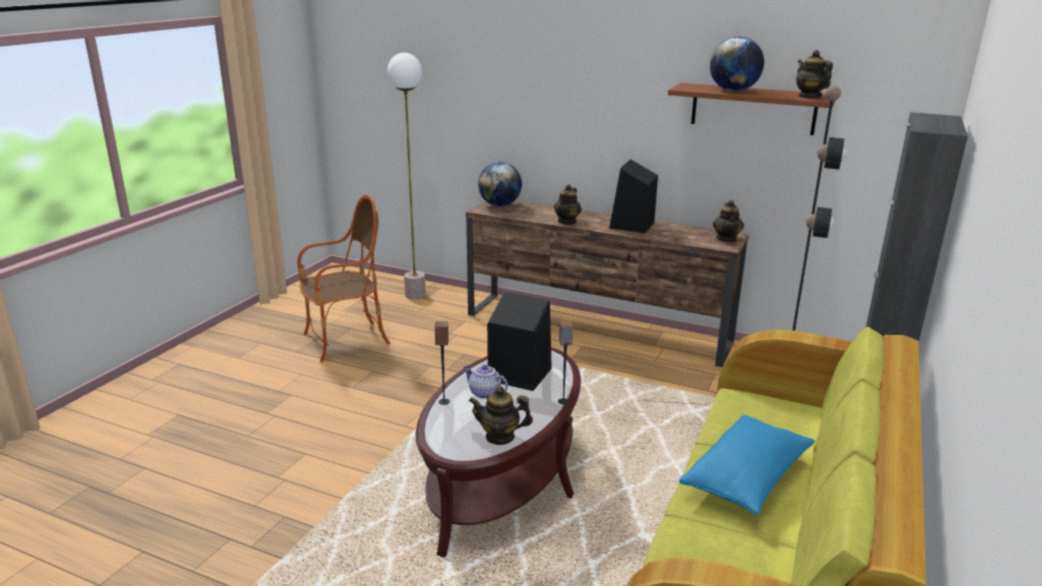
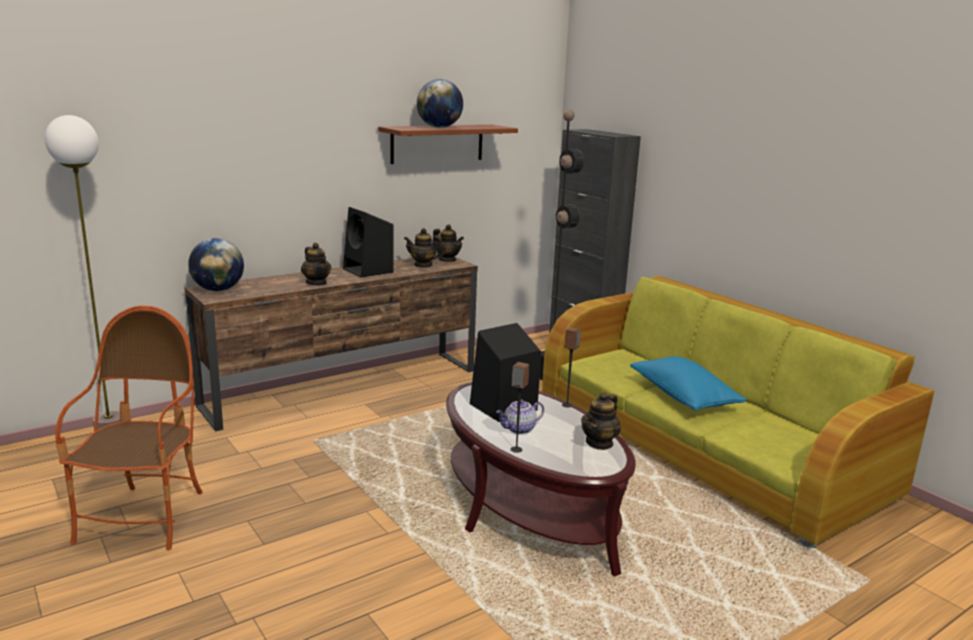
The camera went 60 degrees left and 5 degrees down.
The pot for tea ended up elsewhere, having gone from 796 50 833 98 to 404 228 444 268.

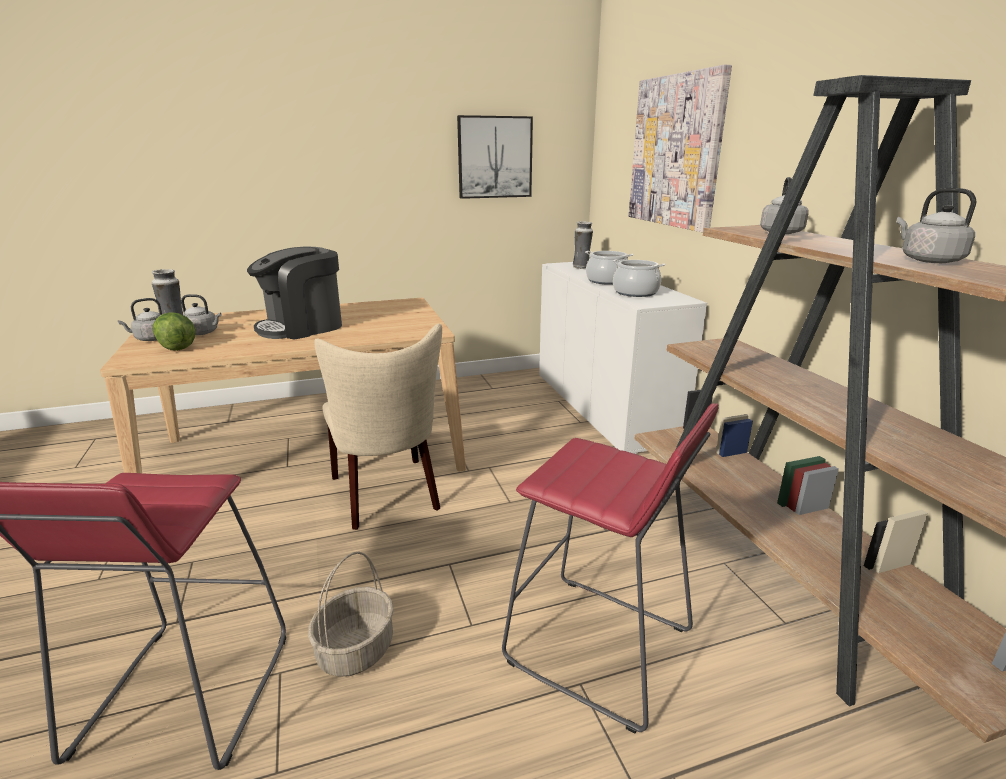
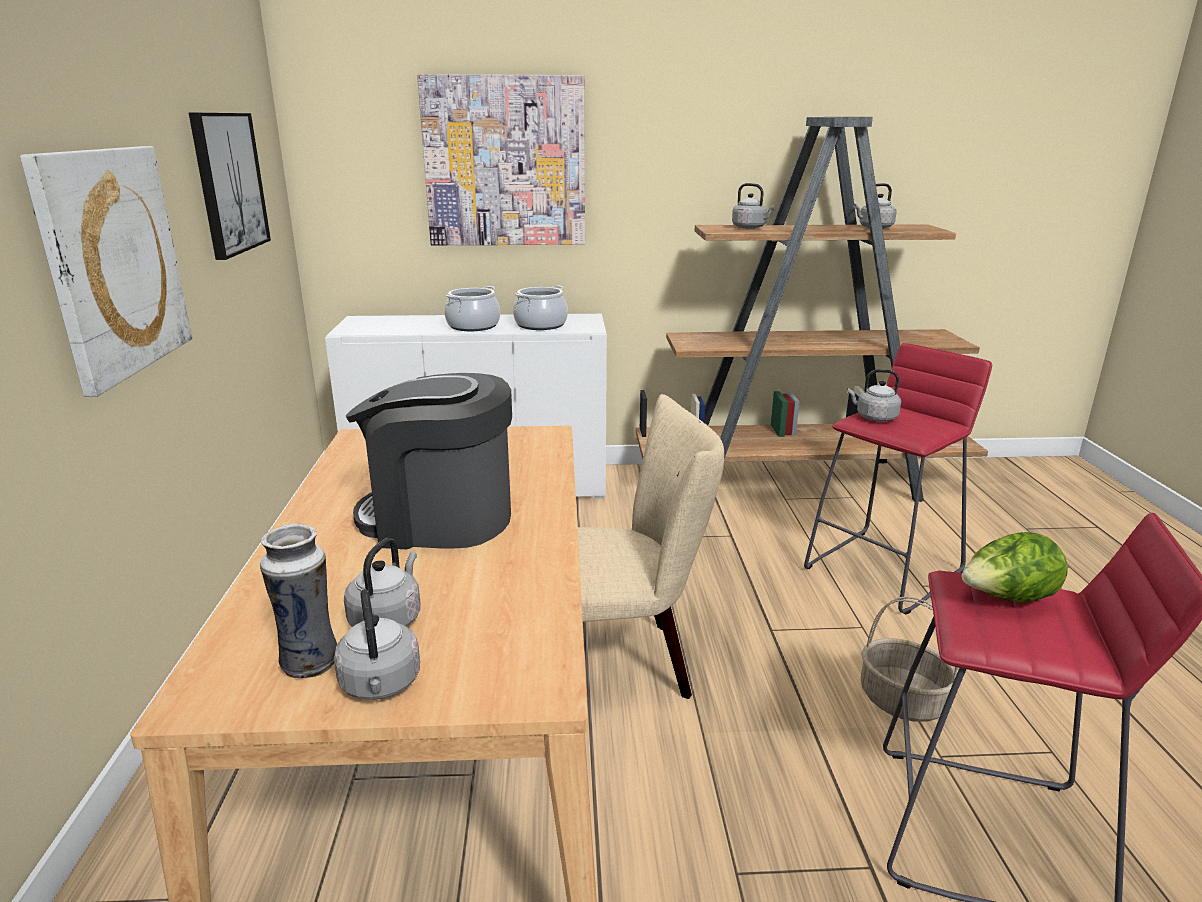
The camera went 75 degrees left and 0 degrees up.
The second view gained the wall art at 20 146 192 397.
The coffee machine at 247 247 342 340 ended up facing another way, 120 degrees clockwise from before.
The second view gained the gray tea kettle at 847 369 901 422.
The head of lettuce ended up elsewhere, having gone from 153 312 195 351 to 962 532 1068 603.
The second view lost the vase at 573 221 593 269.

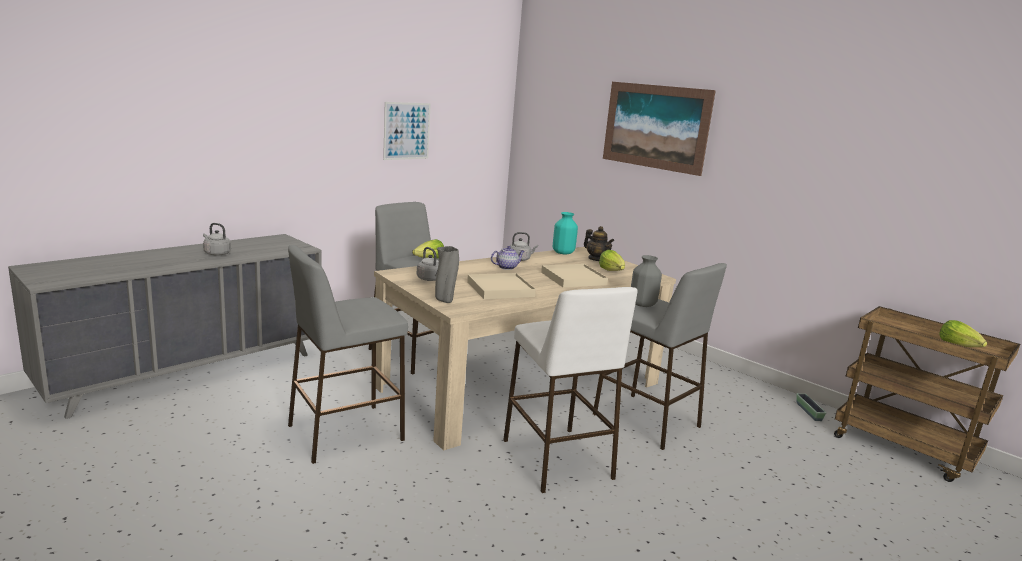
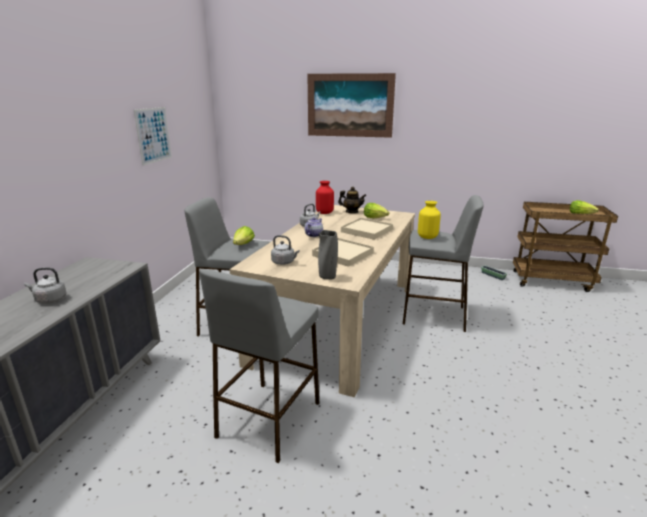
The camera went 30 degrees left and 5 degrees up.
What was the turquoise-coloured vase at 553 212 578 254 turned into the reddish vase at 316 181 334 214.
What was the gray vase at 631 255 662 307 turned into the yellowish vase at 418 201 441 239.
The second view lost the white stool at 503 287 638 493.

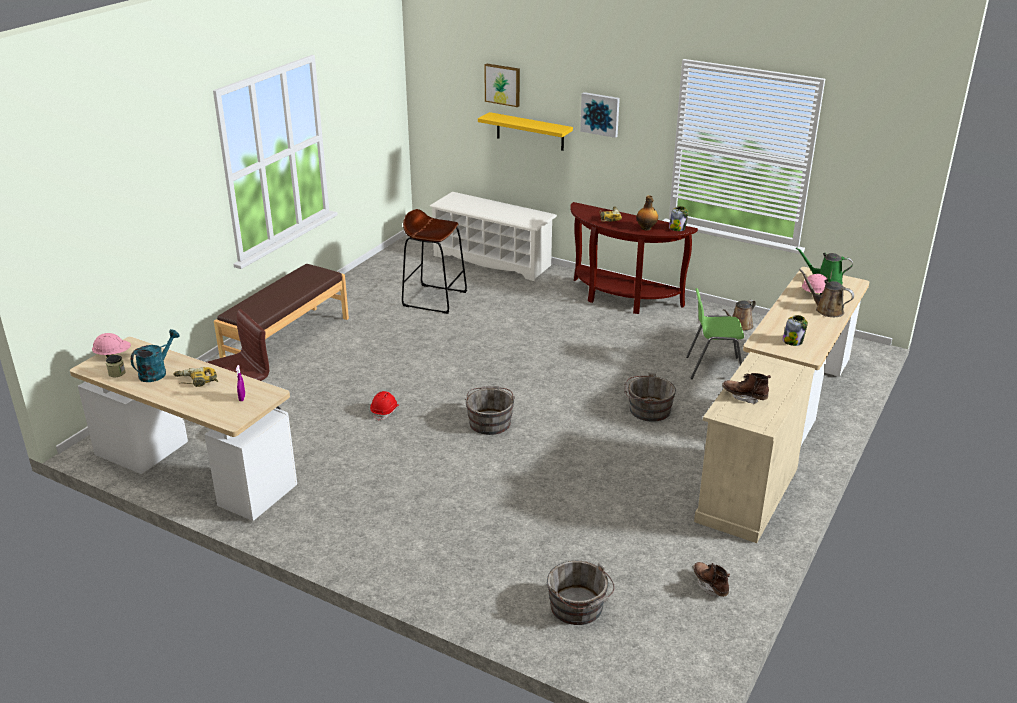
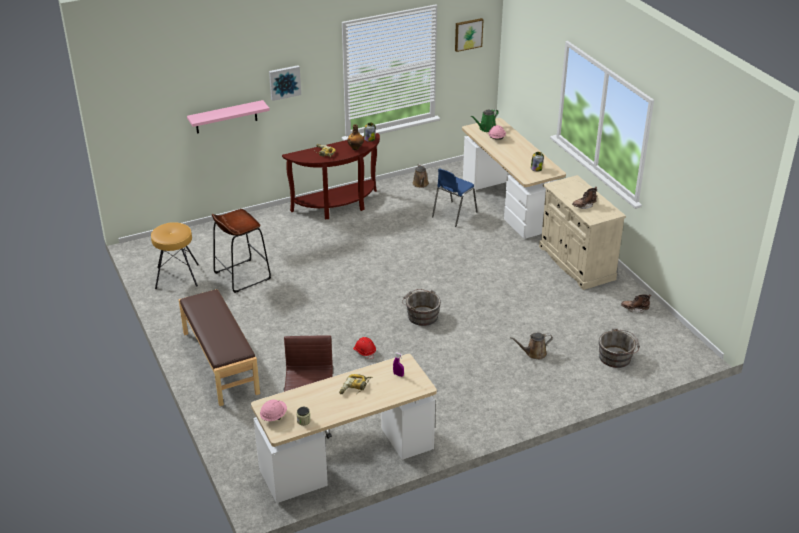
The camera went 55 degrees left and 5 degrees up.
The second view gained the brown-coloured stool at 151 222 199 289.
What was the yellowish bracket shelf at 478 112 573 151 turned into the pink-coloured bracket shelf at 187 100 270 134.
What was the green plain chair at 686 288 744 379 turned into the blue-coloured plain chair at 432 168 478 227.
The wall art ended up elsewhere, having gone from 484 64 520 107 to 455 18 484 52.
The brown-coloured watering can ended up elsewhere, having gone from 799 269 854 317 to 510 333 553 359.
The second view lost the turquoise-coloured watering can at 131 329 180 382.
The second view lost the white shoe shelf at 430 192 557 281.
The second view lost the gray water bucket at 624 373 676 422.

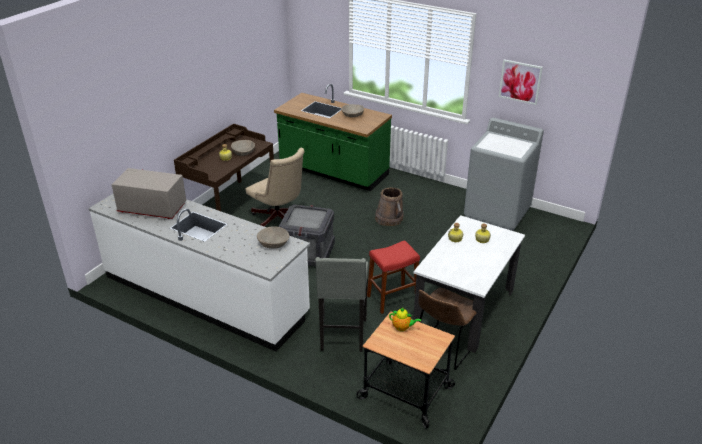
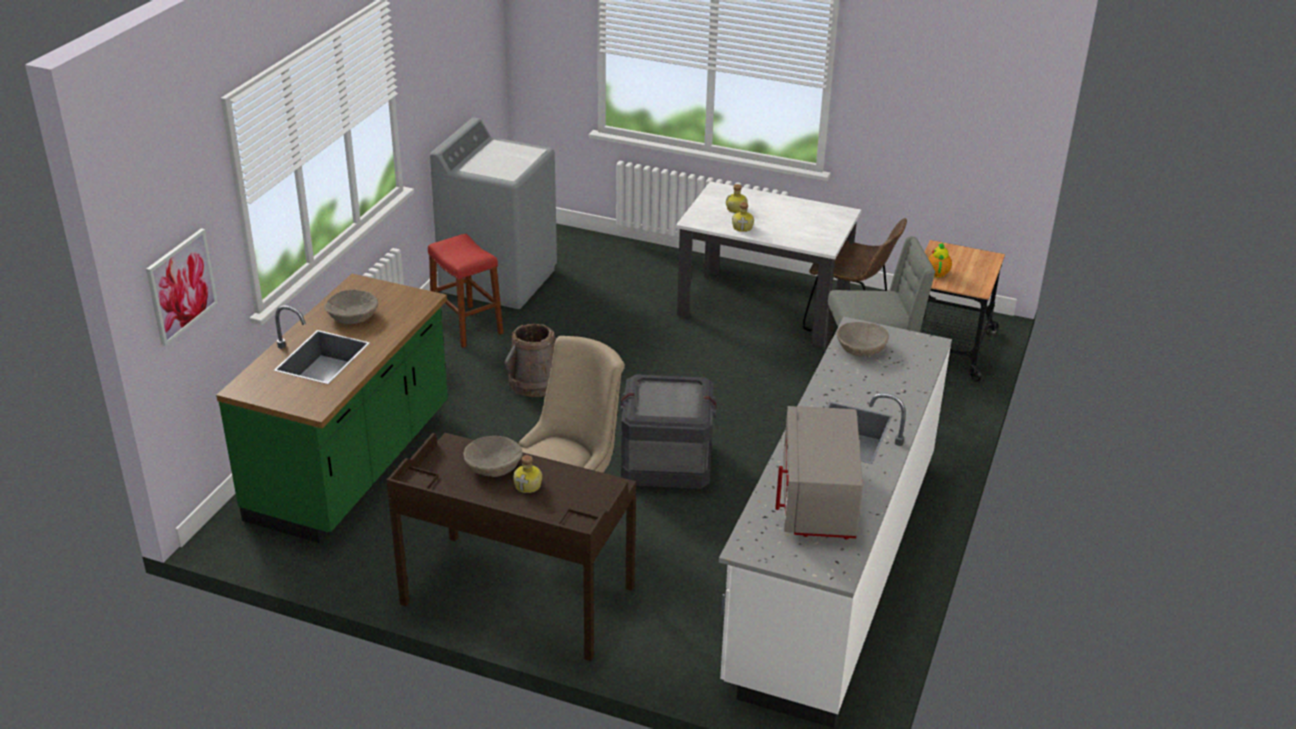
The camera went 100 degrees left and 0 degrees up.
The wall art ended up elsewhere, having gone from 499 59 543 105 to 146 228 218 346.
The reddish stool ended up elsewhere, having gone from 367 240 420 314 to 428 234 504 348.

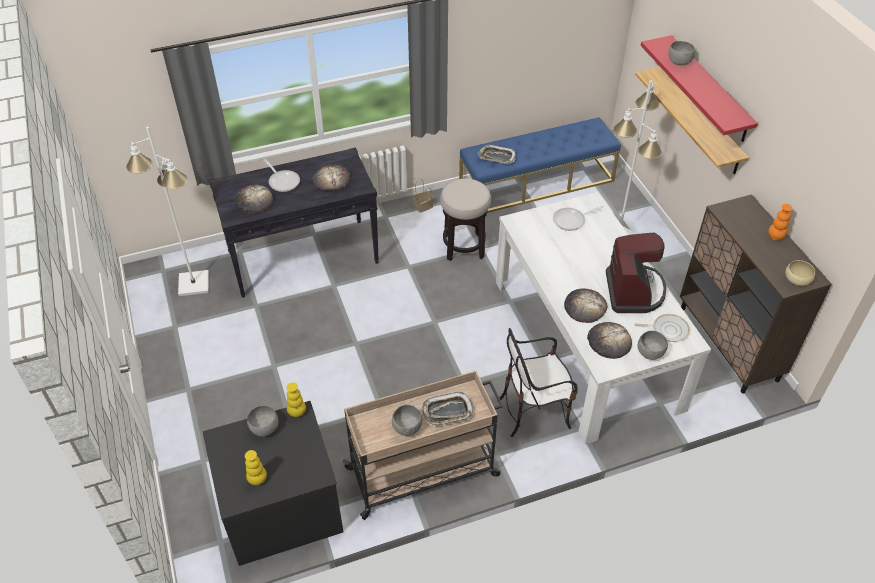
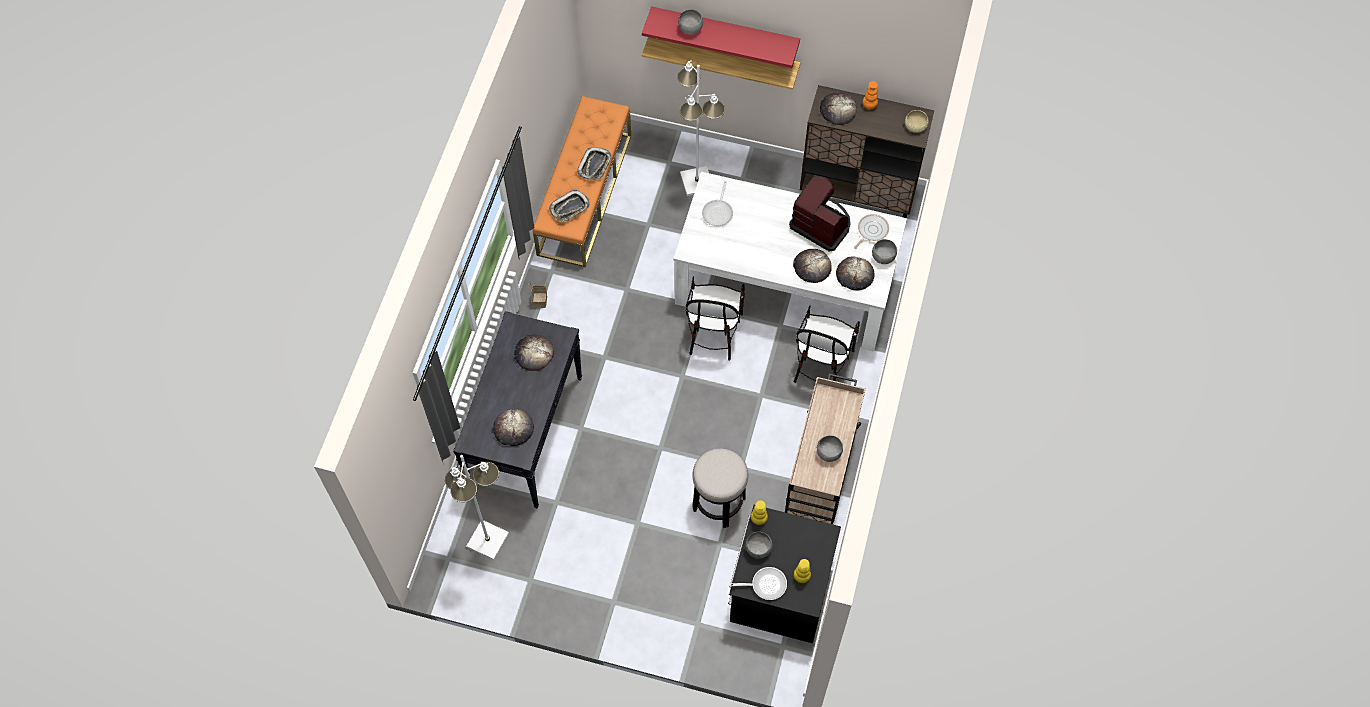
The camera went 55 degrees left and 15 degrees up.
What was the blue-coloured bench at 459 117 621 213 turned into the orangey bench at 533 96 631 267.
The carrying tray ended up elsewhere, having gone from 422 392 475 427 to 577 147 612 180.
The second view gained the plain chair at 686 276 745 360.
The stool ended up elsewhere, having gone from 440 179 491 261 to 692 448 748 528.
The pan ended up elsewhere, having gone from 264 159 300 192 to 729 567 787 600.
The second view gained the bakery bread at 820 93 857 125.

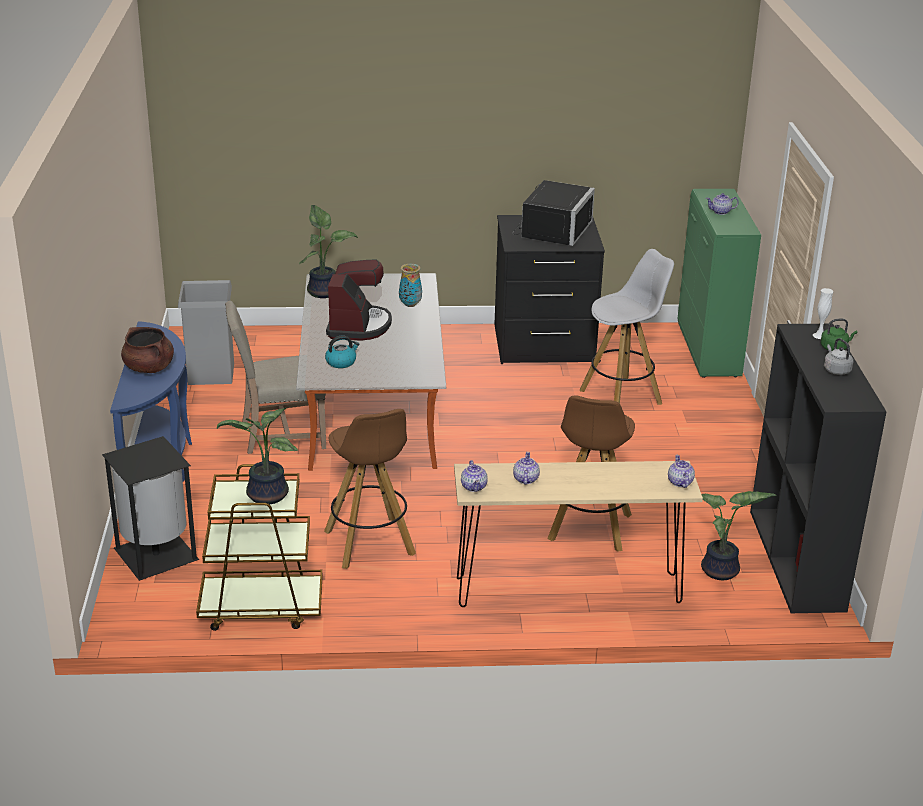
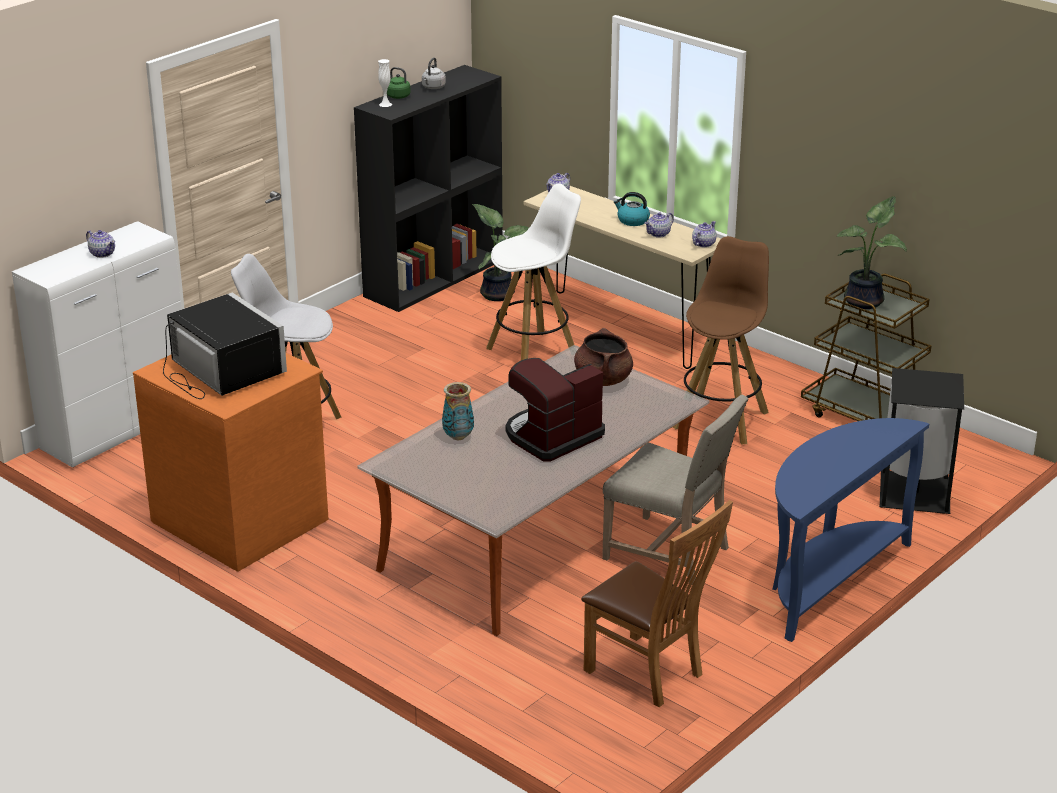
The camera went 135 degrees left and 0 degrees up.
What was the green storage cabinet at 678 189 761 378 turned into the white storage cabinet at 12 221 182 467.
What was the blackish dresser at 494 215 605 364 turned into the orangey dresser at 133 353 329 572.
The blackish microwave at 513 180 595 246 ended up facing another way, 75 degrees clockwise from before.
What was the brown-coloured stool at 547 395 635 552 turned into the white stool at 486 183 581 360.
The brown-coloured stockpot ended up elsewhere, having gone from 121 327 174 373 to 574 328 633 386.
Where the gray rubbish bin stood at 178 280 234 385, the brown-coloured plain chair came to stand at 581 500 733 707.
The tea kettle ended up elsewhere, having gone from 325 336 359 368 to 614 192 650 226.
The second view lost the houseplant at 299 205 358 298.

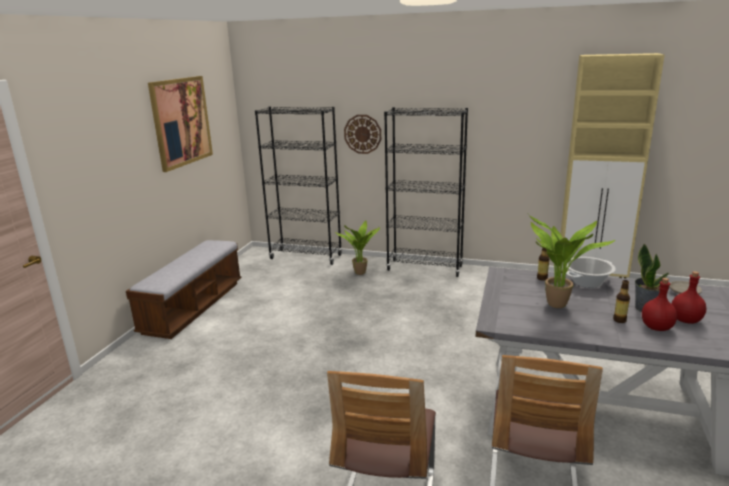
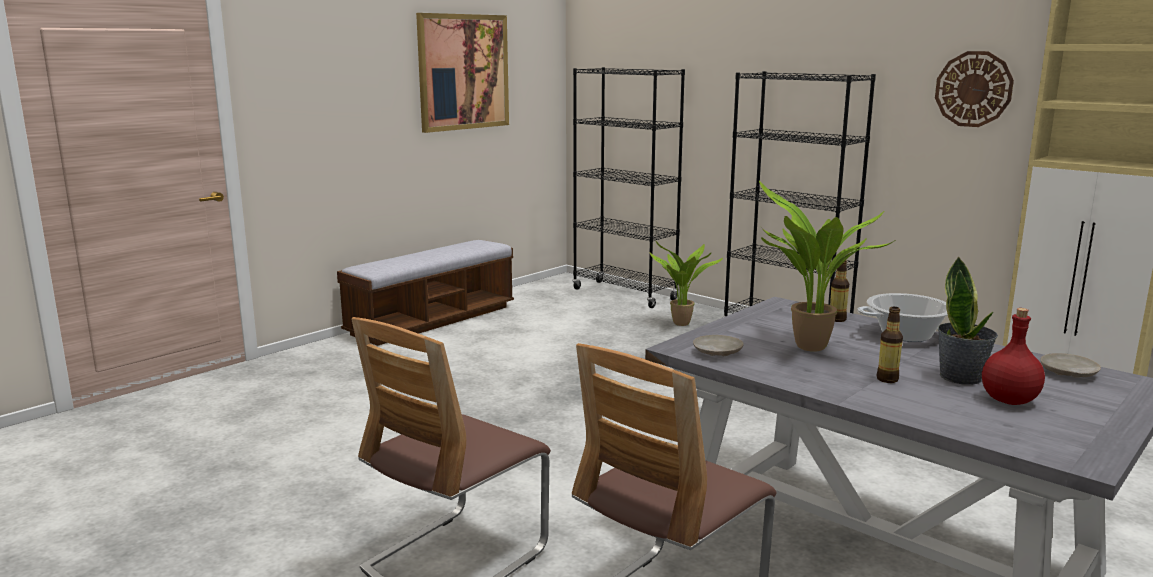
The camera went 25 degrees right and 5 degrees down.
The second view gained the beige dinner plate at 693 335 744 356.
The clock on the wall ended up elsewhere, having gone from 344 115 381 154 to 935 51 1014 127.
The second view lost the reddish bottle at 642 278 677 331.

